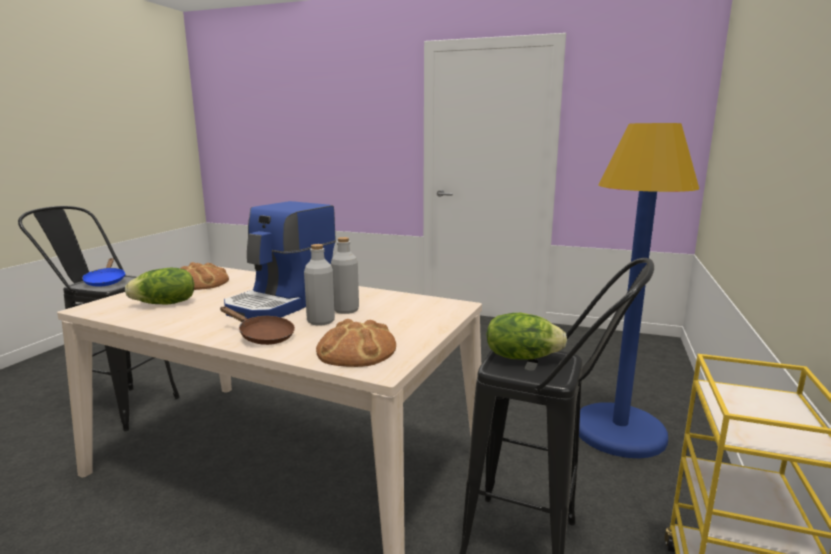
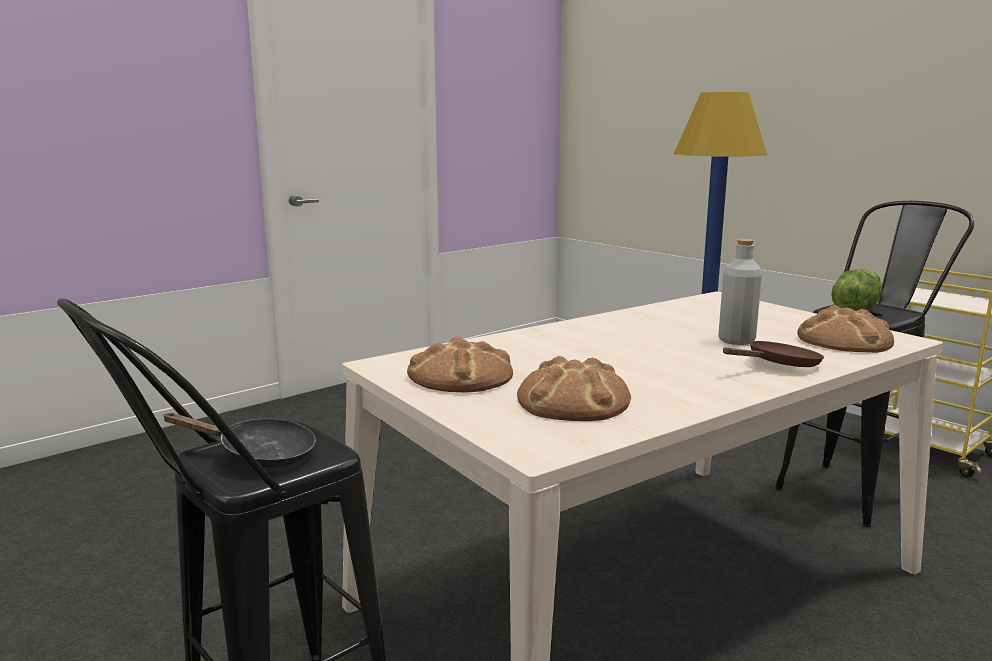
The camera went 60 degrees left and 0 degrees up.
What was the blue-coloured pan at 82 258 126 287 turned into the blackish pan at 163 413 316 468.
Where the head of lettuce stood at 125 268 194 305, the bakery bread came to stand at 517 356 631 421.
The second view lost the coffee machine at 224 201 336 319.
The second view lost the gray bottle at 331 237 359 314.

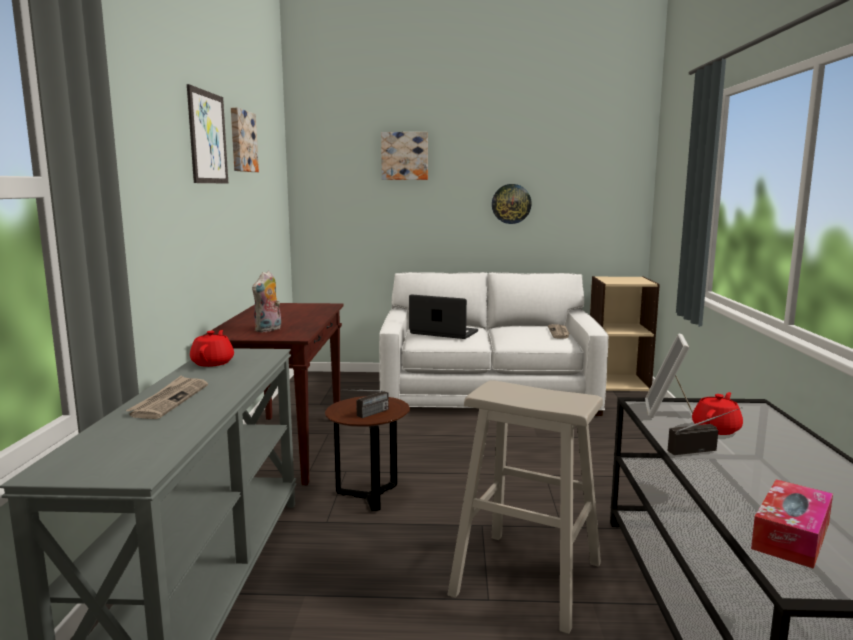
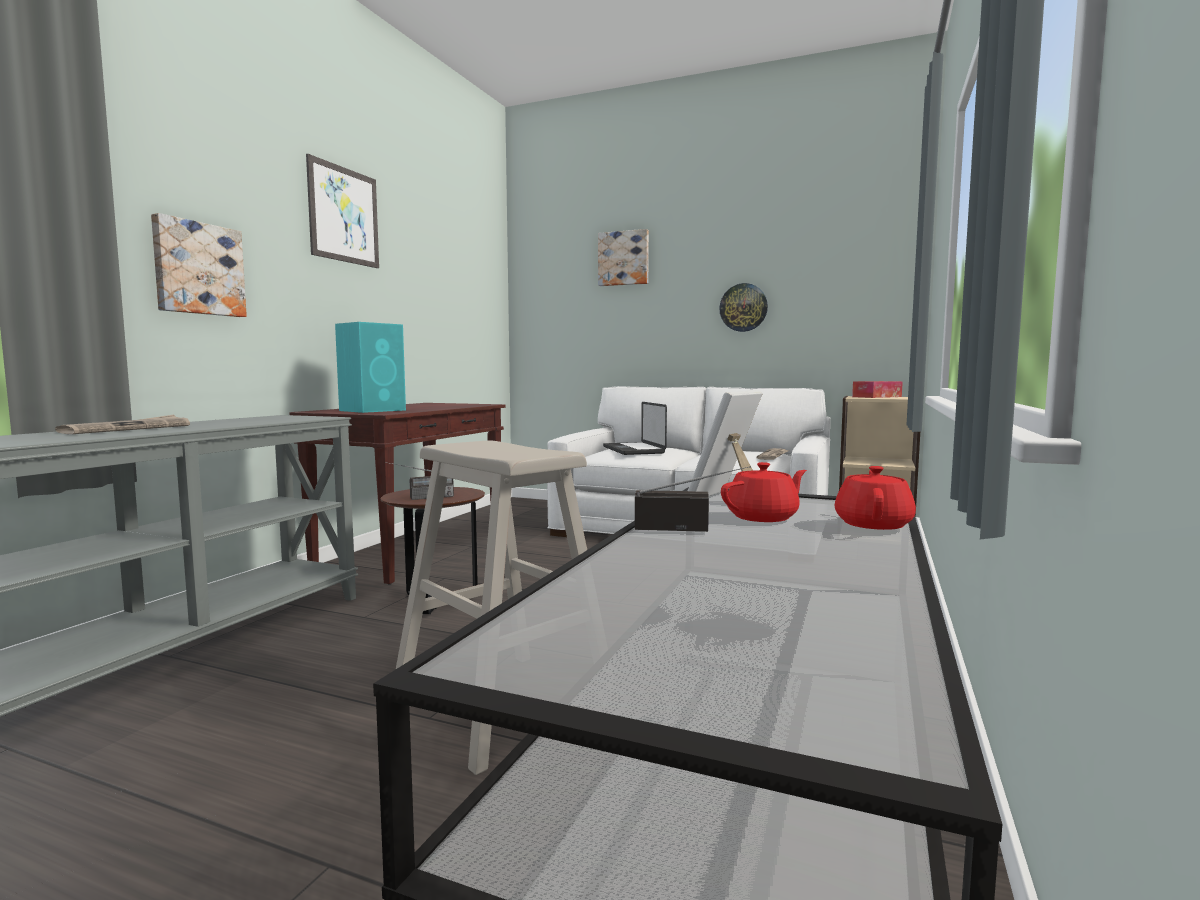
The camera went 20 degrees right and 5 degrees down.
The wall art ended up elsewhere, having gone from 231 107 259 172 to 151 213 247 317.
Where the cuddly toy stood at 252 271 281 332, the turquoise-coloured loudspeaker came to stand at 335 322 406 413.
The portable computer at 409 294 478 339 ended up facing another way, 150 degrees counterclockwise from before.
The reddish pot for tea ended up elsewhere, having gone from 190 330 234 367 to 835 466 916 530.
The tissue holder ended up elsewhere, having gone from 751 479 833 569 to 852 381 903 398.

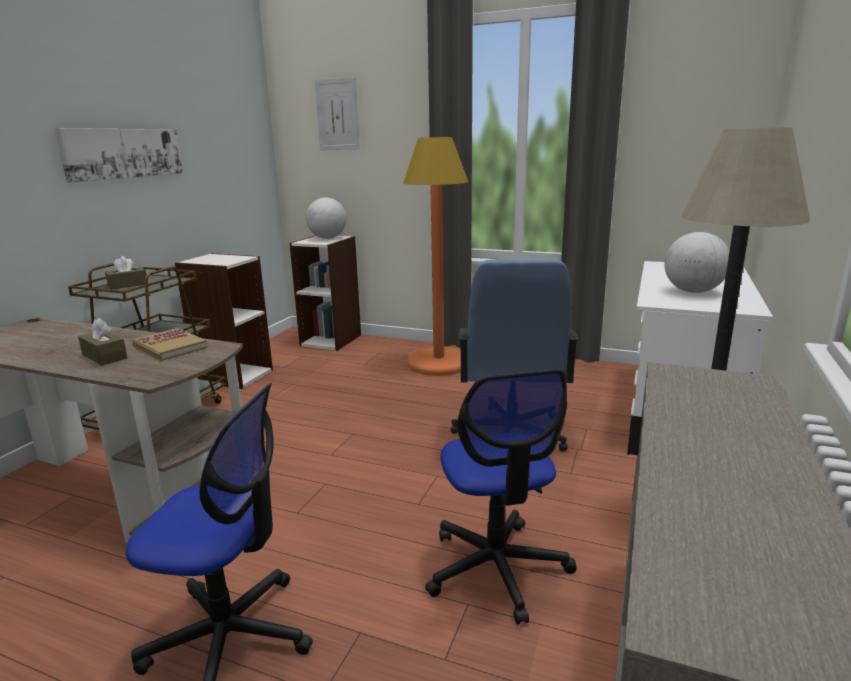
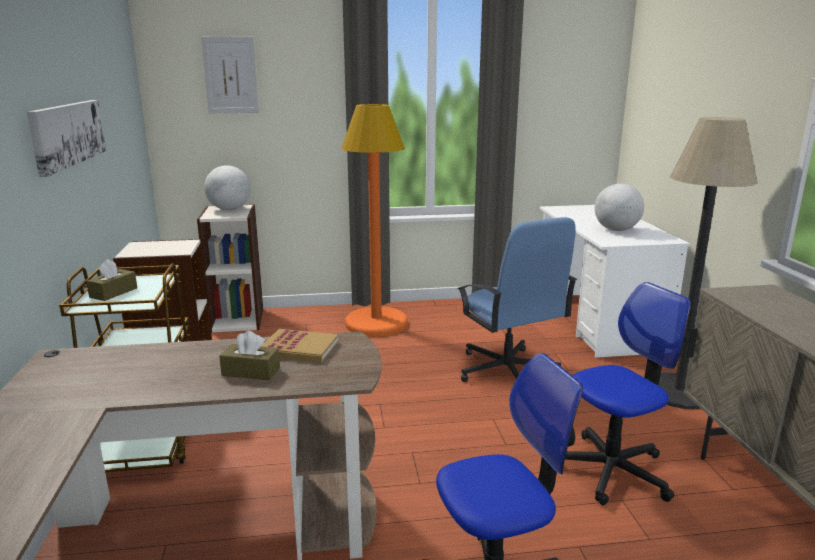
The camera went 30 degrees left and 0 degrees up.
The desk chair at 425 369 577 625 ended up facing another way, 75 degrees counterclockwise from before.

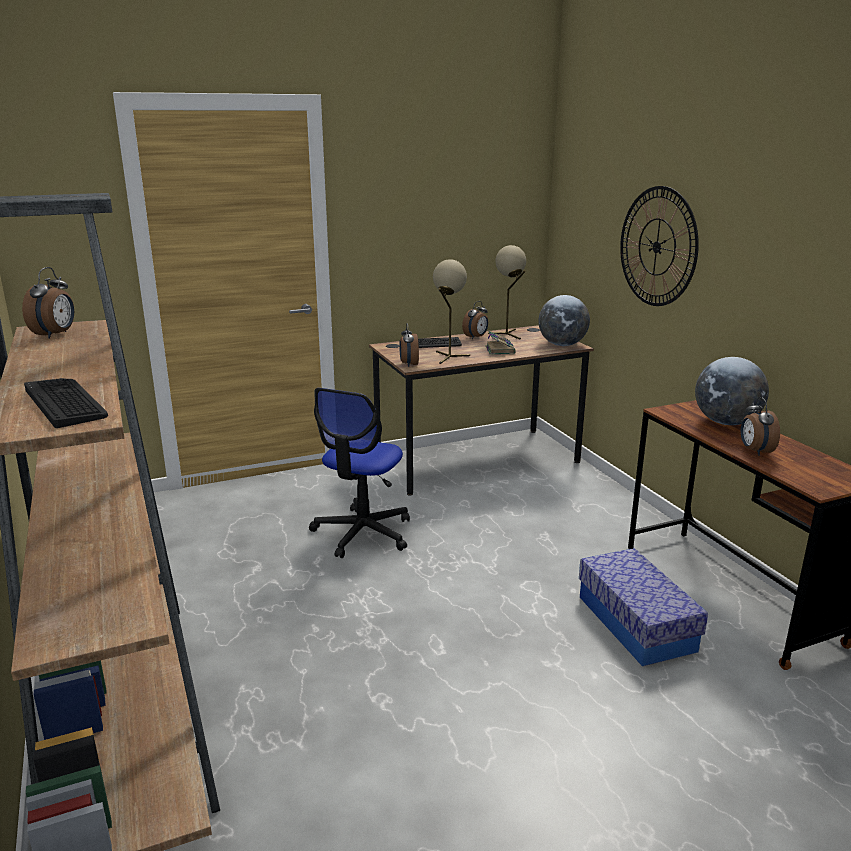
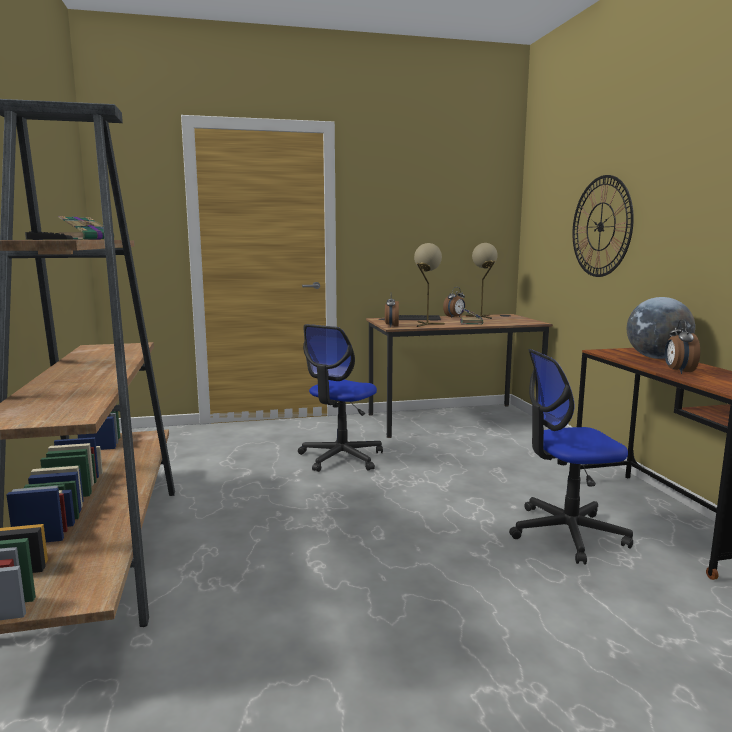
The camera went 10 degrees right and 10 degrees down.
Where the bedside clock stood at 22 267 74 339, the bound book came to stand at 58 216 104 240.
Where the storage bin stood at 579 548 708 666, the desk chair came to stand at 509 349 633 564.
The second view lost the world globe at 538 295 590 346.

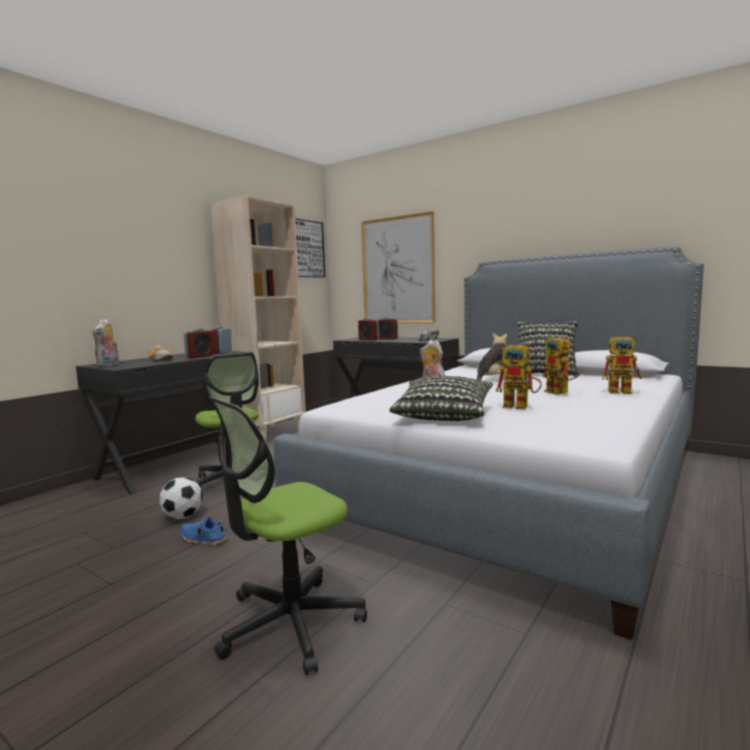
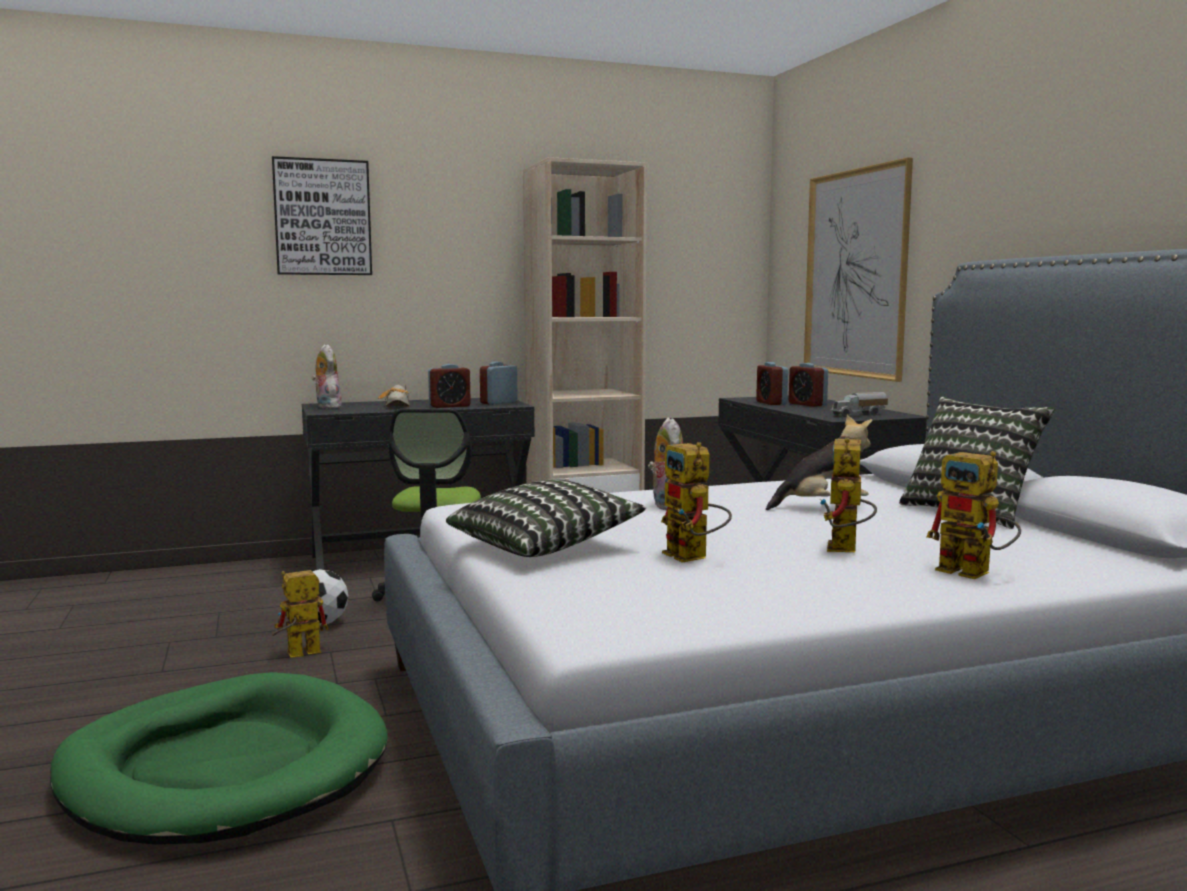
The camera went 35 degrees right and 0 degrees up.
Where the desk chair stood at 209 397 367 675, the green dog cushion came to stand at 50 672 388 845.
The wall art ended up elsewhere, having gone from 295 218 325 278 to 272 156 372 275.
Where the blue-coloured item of footwear stood at 181 517 227 545, the toy robot came to stand at 272 570 328 657.
The cuddly toy at 93 319 119 367 ended up facing another way, 105 degrees clockwise from before.

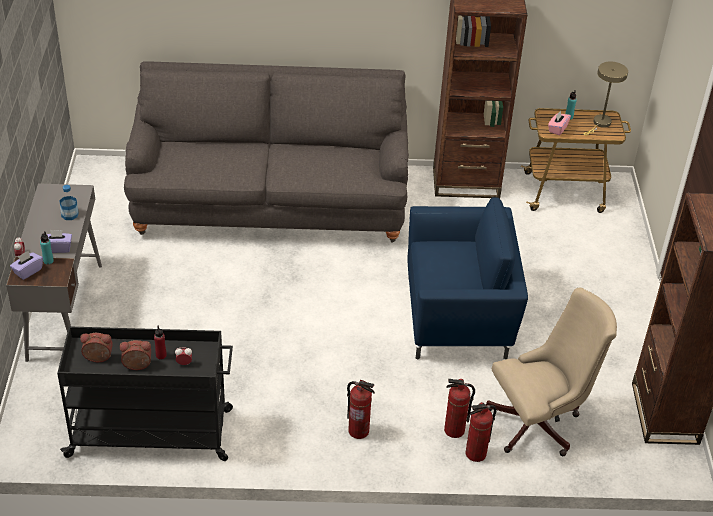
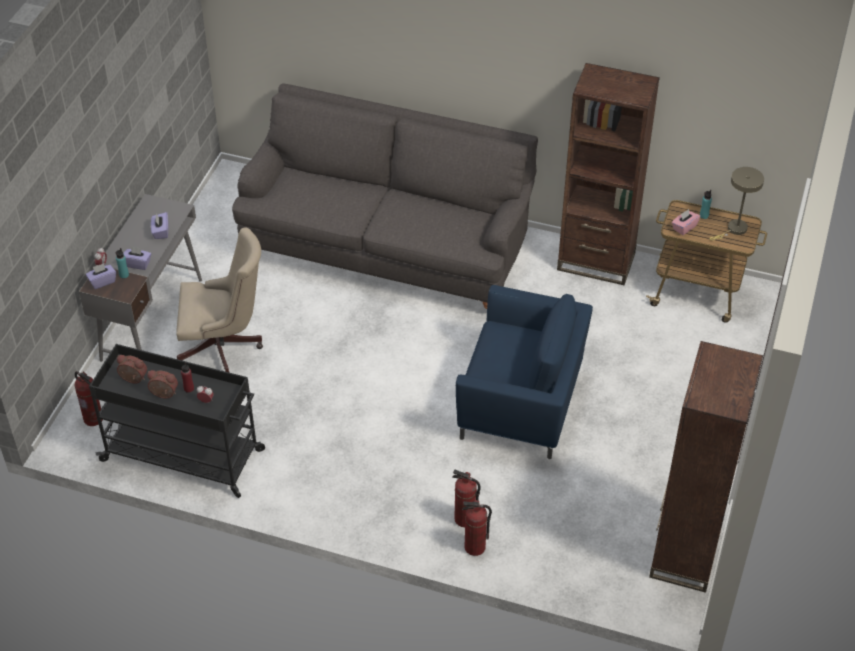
The camera went 20 degrees right and 5 degrees up.
The fire extinguisher ended up elsewhere, having gone from 347 380 375 439 to 74 371 103 426.
Where the bottle stood at 59 185 79 220, the purplish tissue holder came to stand at 151 212 168 239.
The beige desk chair ended up elsewhere, having gone from 486 287 617 456 to 176 228 263 372.

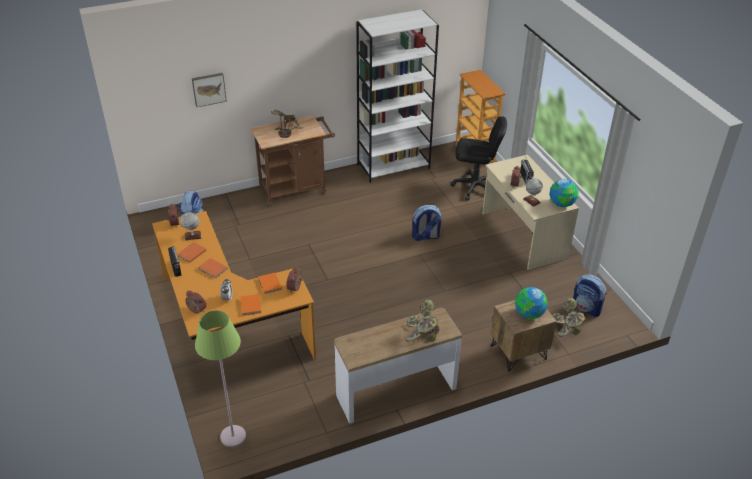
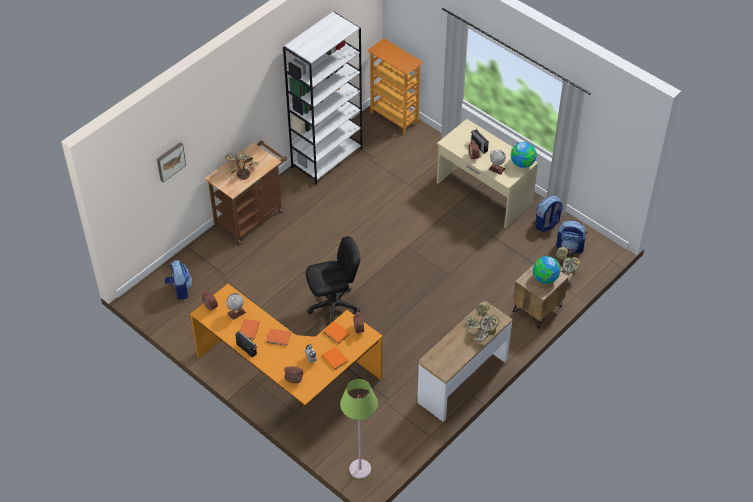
The camera went 25 degrees left and 10 degrees up.
The blackish desk chair ended up elsewhere, having gone from 450 116 507 201 to 306 236 360 322.
The backpack ended up elsewhere, having gone from 412 205 441 241 to 535 196 563 232.

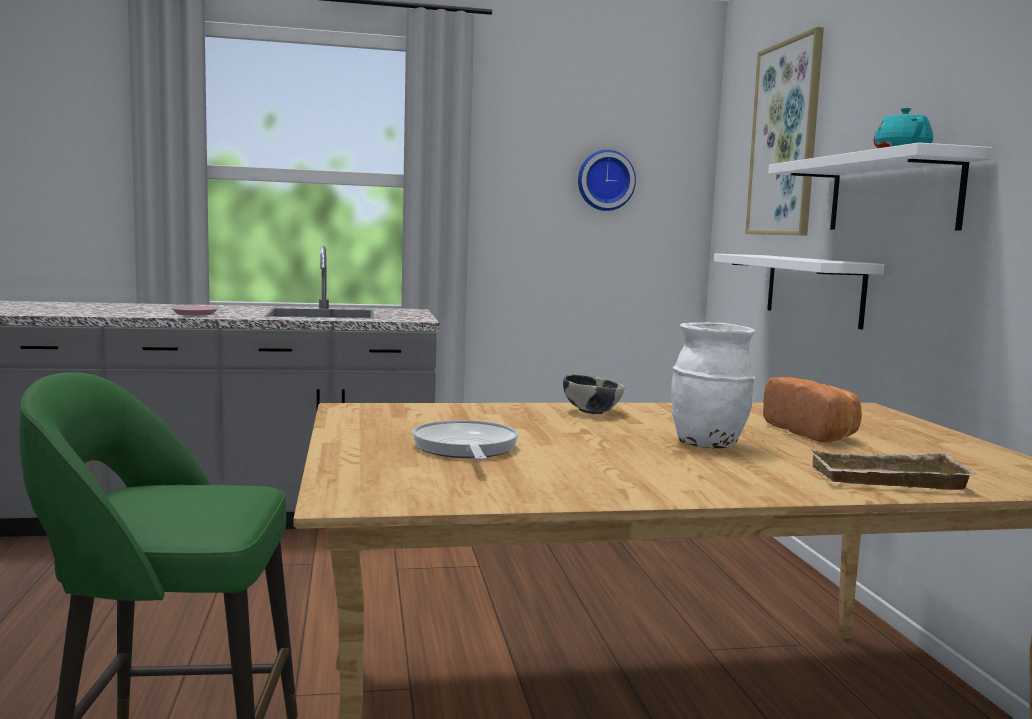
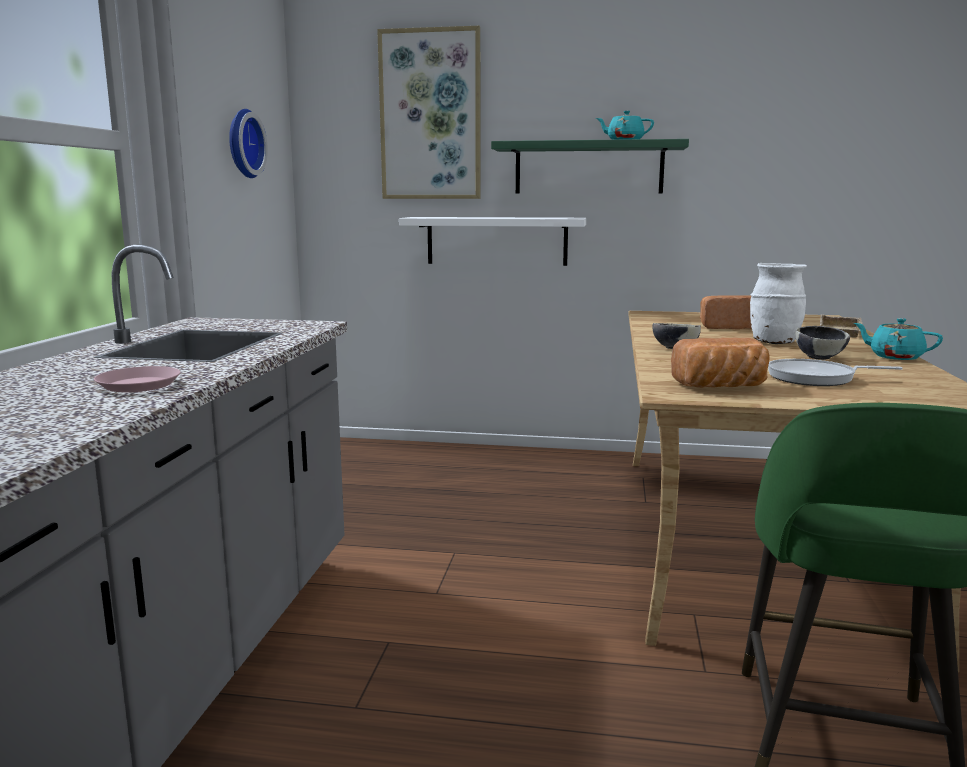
The camera went 70 degrees left and 5 degrees up.
What was the white bracket shelf at 768 142 992 231 turned into the green bracket shelf at 491 139 689 194.
The second view gained the bakery bread at 671 337 770 388.
The second view gained the serving bowl at 796 326 850 360.
The second view gained the turquoise-coloured pot for tea at 854 318 943 360.

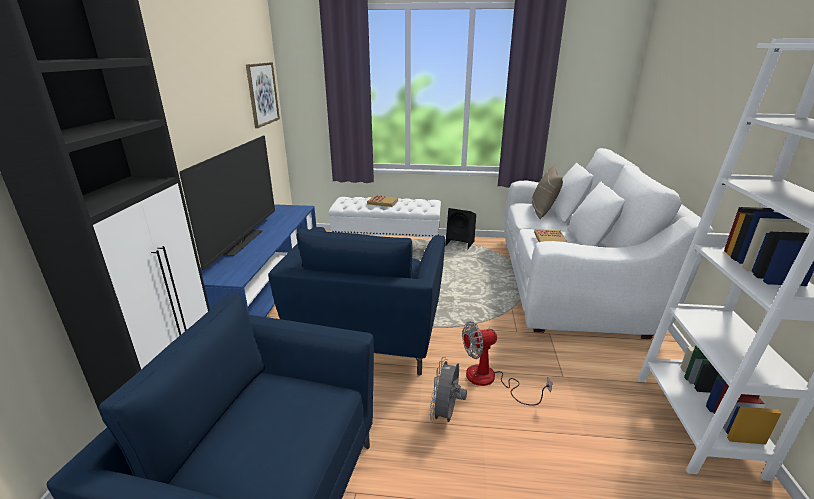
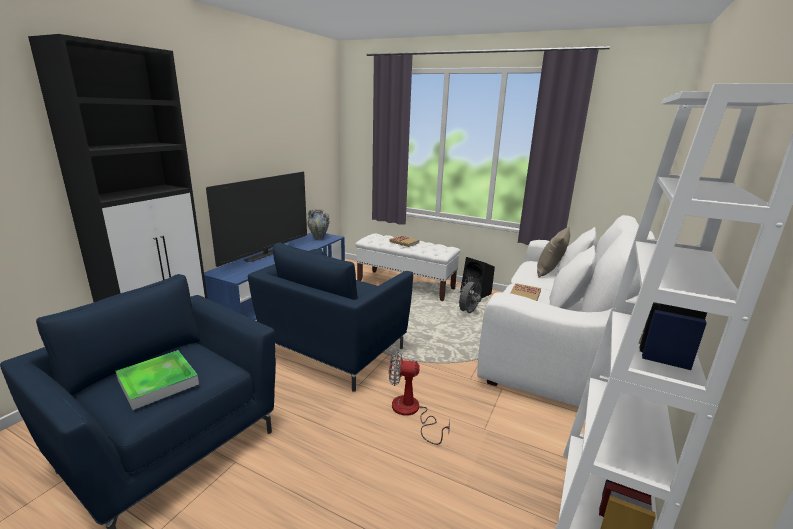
The camera went 20 degrees right and 5 degrees down.
The second view gained the carrying tray at 116 350 199 410.
The second view gained the vase at 308 209 330 240.
The gray cooling fan ended up elsewhere, having gone from 430 357 467 422 to 456 277 482 313.
The second view lost the wall art at 246 62 280 128.

